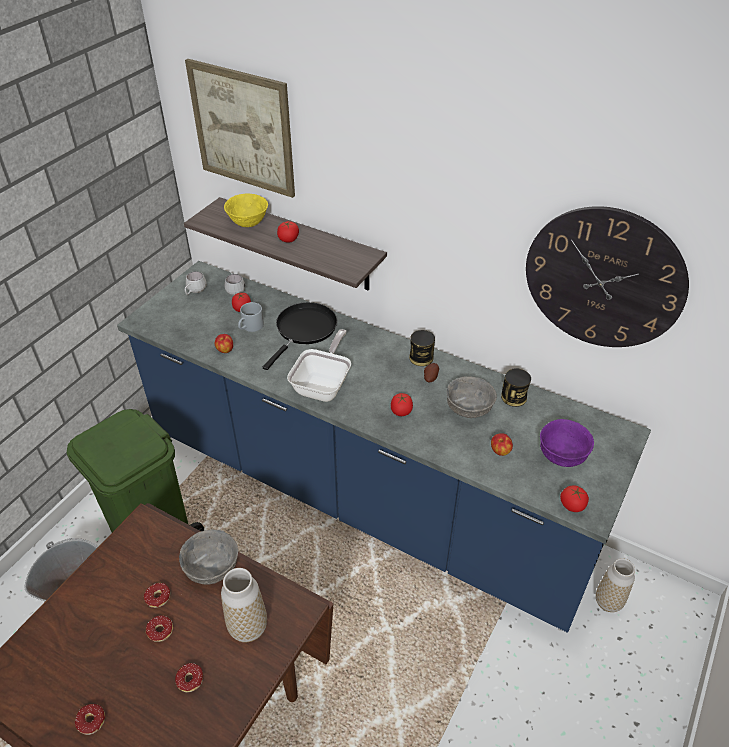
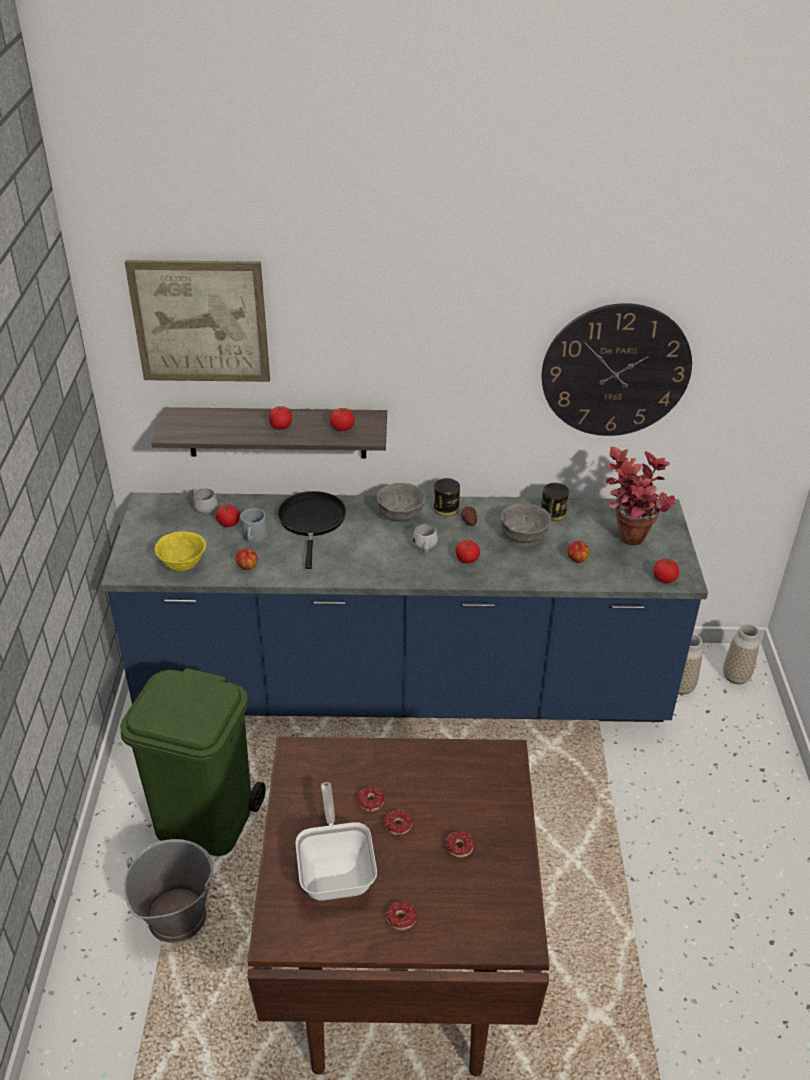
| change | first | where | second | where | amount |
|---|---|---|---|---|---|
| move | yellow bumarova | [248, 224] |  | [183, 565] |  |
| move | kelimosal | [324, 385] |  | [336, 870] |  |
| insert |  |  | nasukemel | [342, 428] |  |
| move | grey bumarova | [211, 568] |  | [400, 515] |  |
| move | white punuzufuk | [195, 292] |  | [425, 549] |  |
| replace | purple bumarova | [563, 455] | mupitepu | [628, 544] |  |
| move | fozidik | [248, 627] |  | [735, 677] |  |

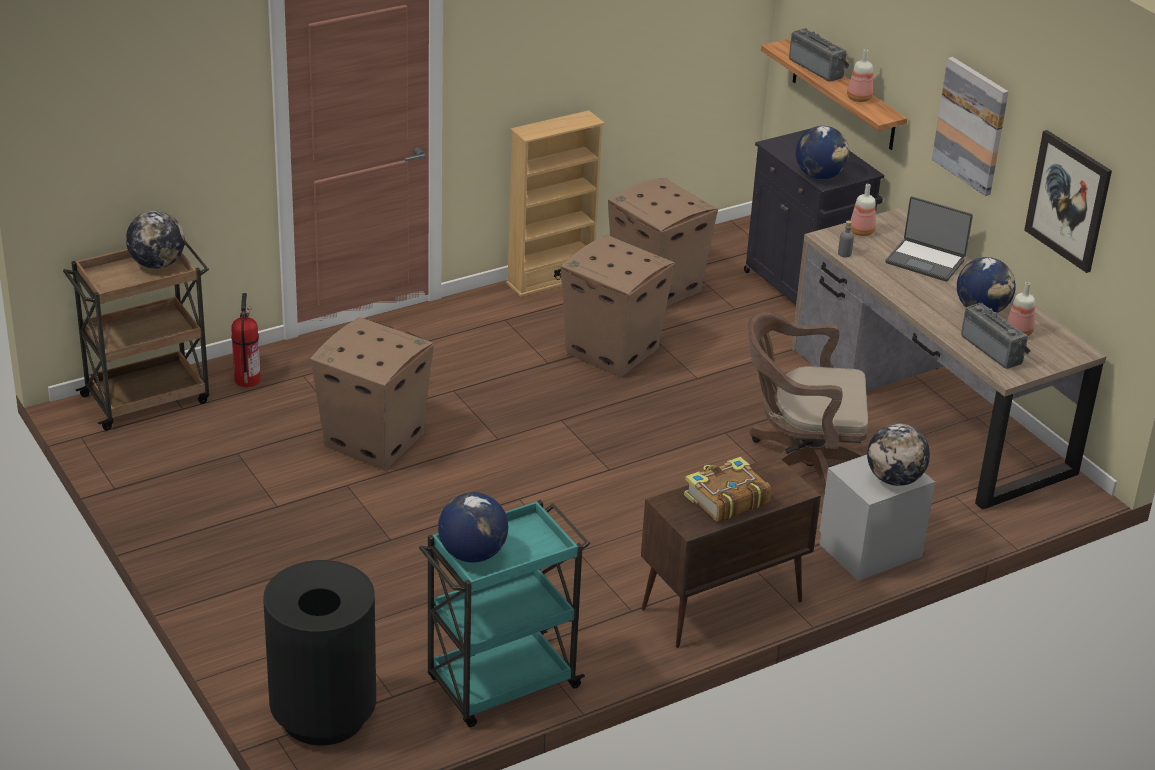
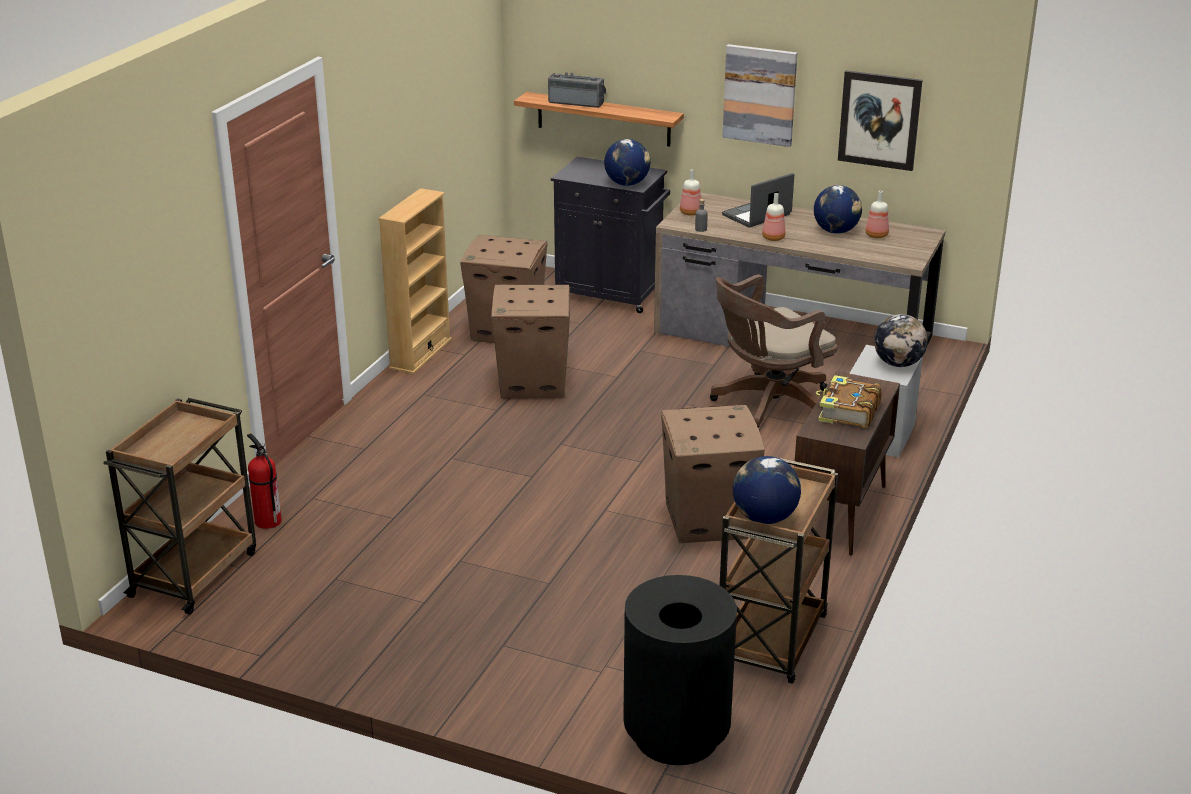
| change | first | where | second | where | amount |
|---|---|---|---|---|---|
| move | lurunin | [373, 439] |  | [706, 521] |  |
| recolor | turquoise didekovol | [500, 684] | brown didekovol | [771, 642] |  |
| rotate | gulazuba | [925, 261] |  | [757, 215] | 150 degrees clockwise |
| move | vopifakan | [858, 98] |  | [773, 238] |  |
| delete | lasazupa | [157, 264] |  |  |  |
| delete | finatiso | [994, 349] |  |  |  |

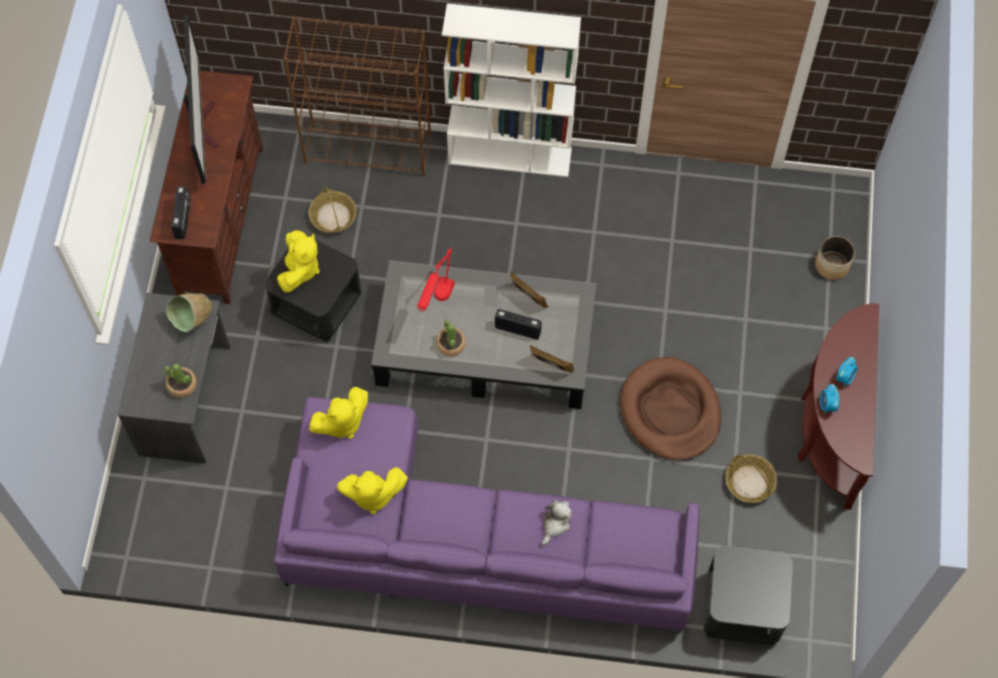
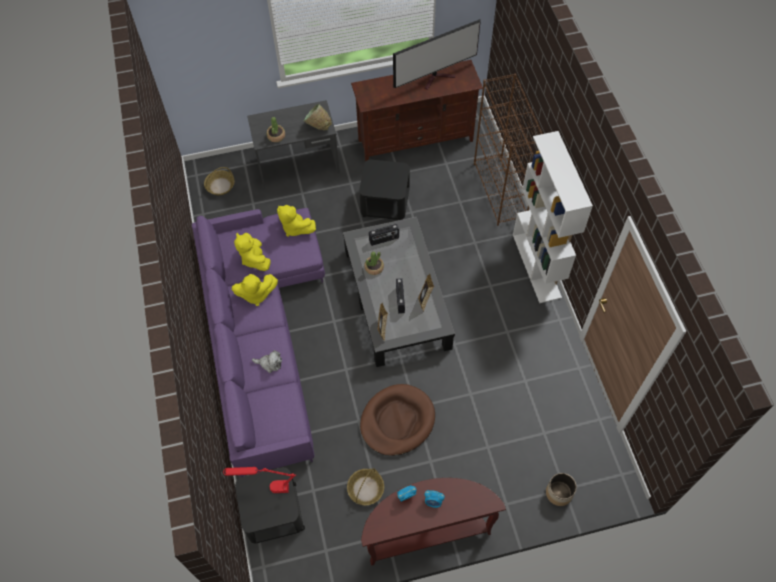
| change | first | where | second | where | amount |
|---|---|---|---|---|---|
| move | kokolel | [333, 216] |  | [220, 186] |  |
| move | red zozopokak | [438, 304] |  | [266, 487] |  |
| move | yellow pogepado | [300, 270] |  | [256, 295] |  |
| move | finatiso | [183, 219] |  | [384, 240] |  |

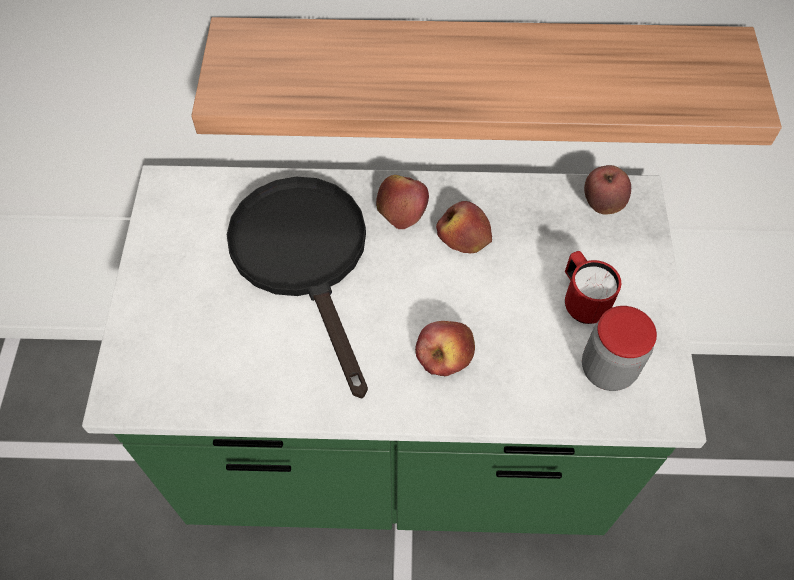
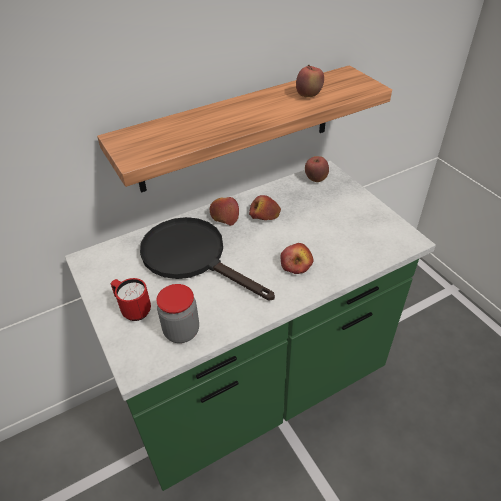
| change | first | where | second | where | amount |
|---|---|---|---|---|---|
| move | red punuzufuk | [581, 301] |  | [133, 309] |  |
| move | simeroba | [607, 369] |  | [181, 331] |  |
| insert |  |  | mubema | [308, 96] |  |

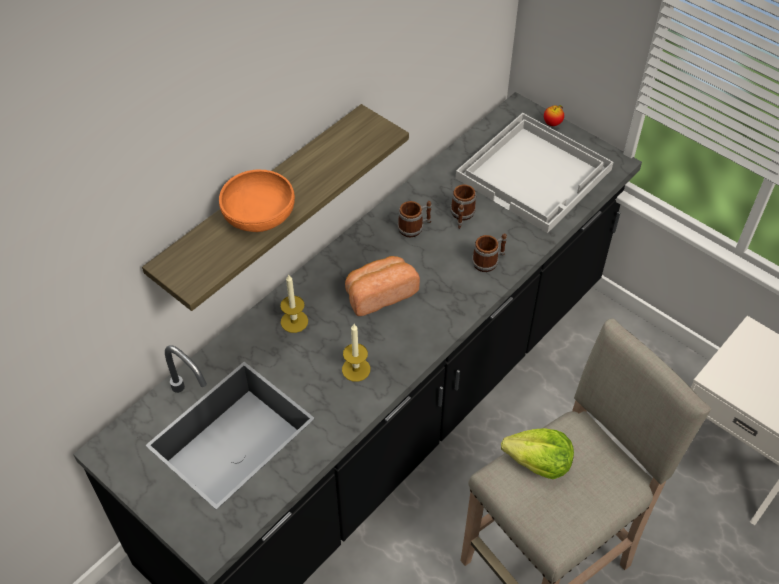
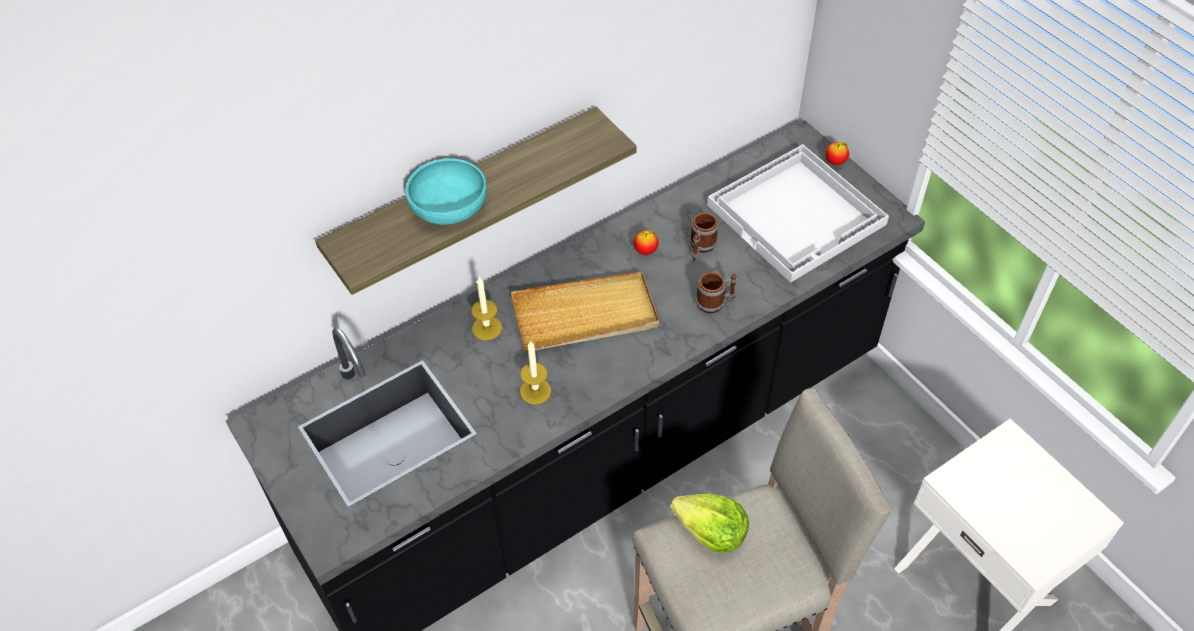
| change | first | where | second | where | amount |
|---|---|---|---|---|---|
| recolor | orange bumarova | [259, 216] | turquoise bumarova | [449, 208] |  |
| replace | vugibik | [379, 293] | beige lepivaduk | [585, 315] |  |
| replace | punuzufuk | [415, 227] | mubema | [645, 251] |  |

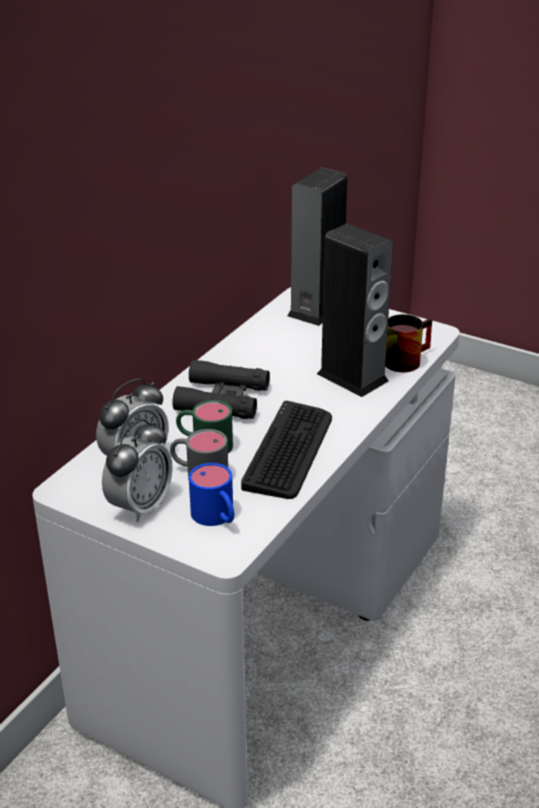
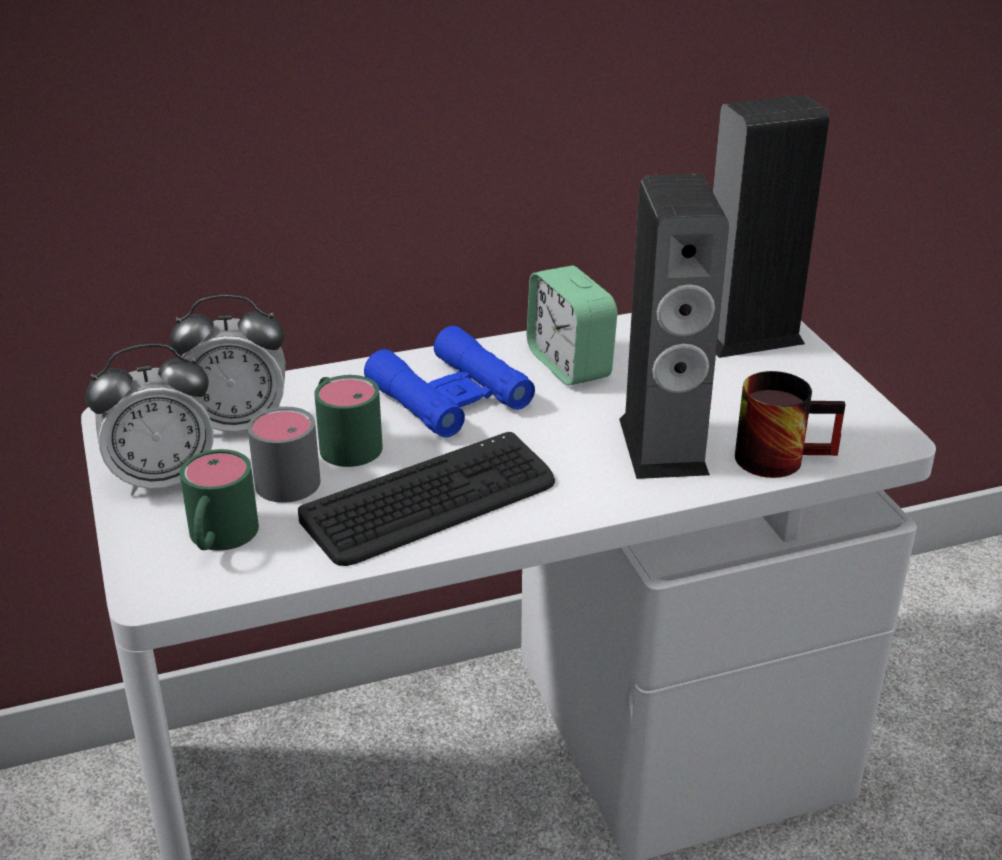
| change | first | where | second | where | amount |
|---|---|---|---|---|---|
| recolor | blue punuzufuk | [217, 518] | green punuzufuk | [218, 539] |  |
| recolor | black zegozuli | [222, 399] | blue zegozuli | [450, 396] |  |
| insert |  |  | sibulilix | [569, 364] |  |

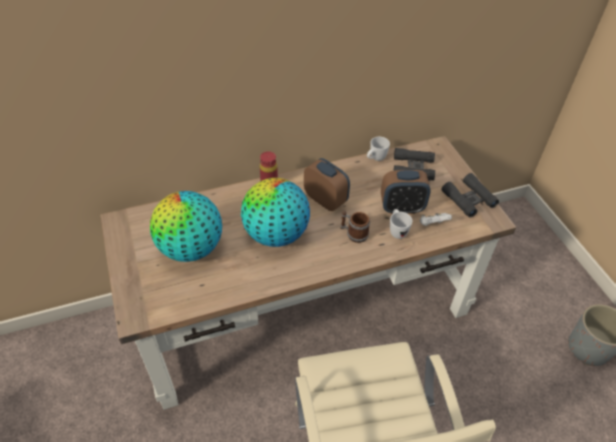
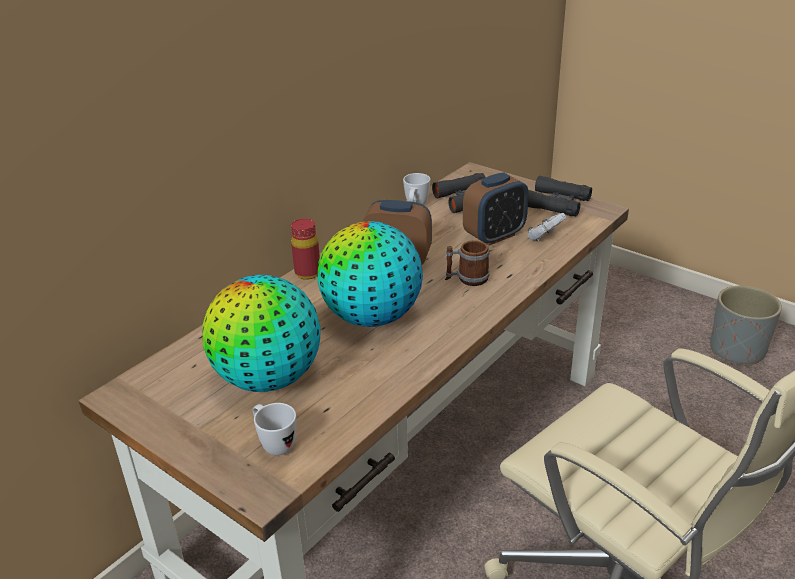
| change | first | where | second | where | amount |
|---|---|---|---|---|---|
| move | white punuzufuk | [397, 231] |  | [274, 443] |  |

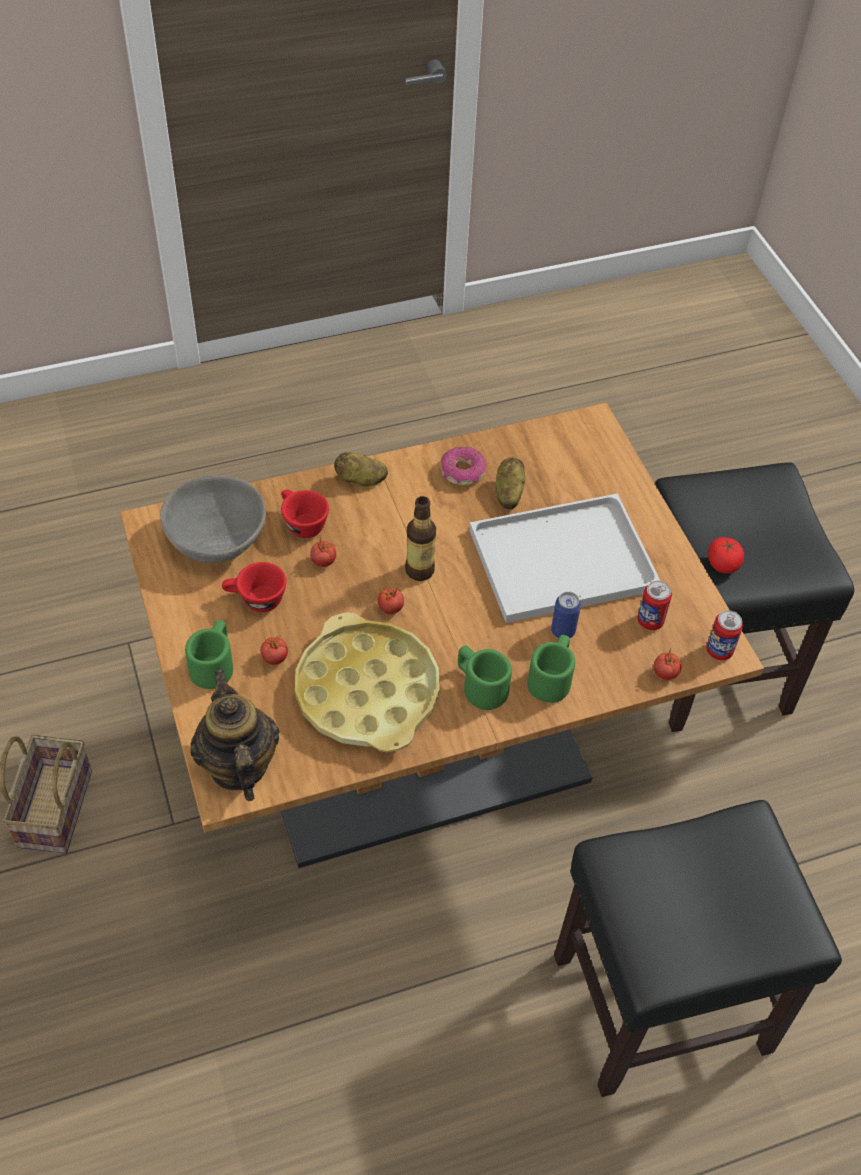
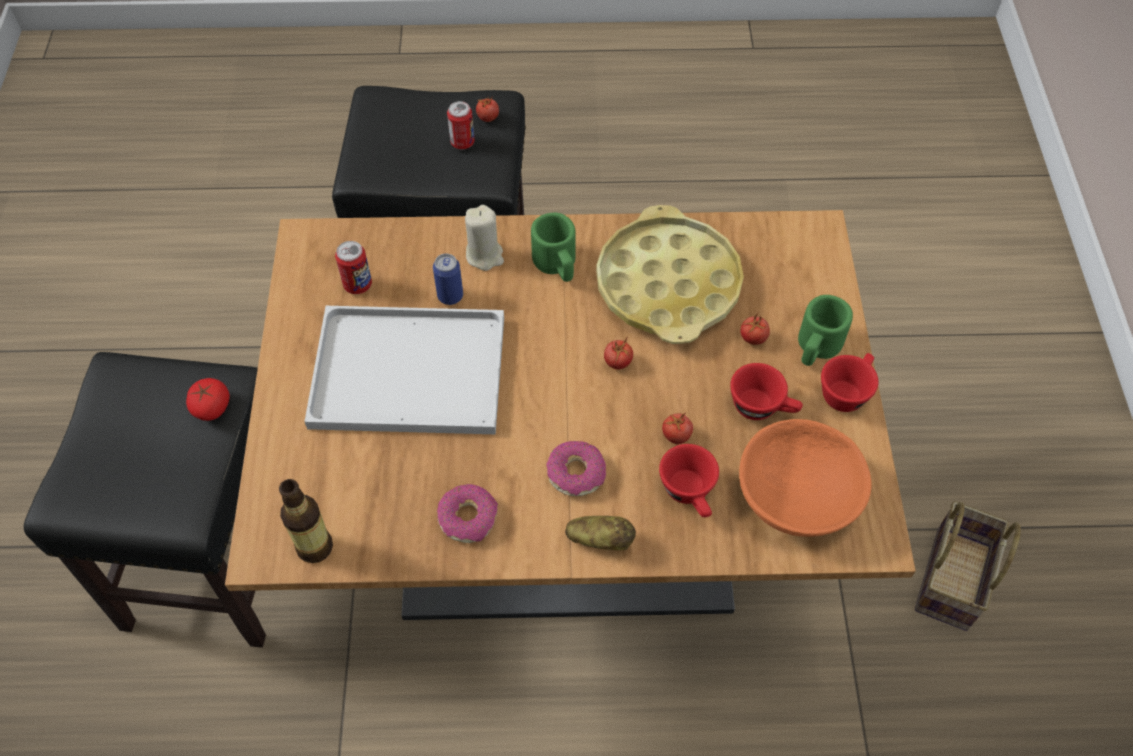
| change | first | where | second | where | amount |
|---|---|---|---|---|---|
| move | vopifakan | [420, 570] |  | [314, 547] |  |
| move | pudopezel | [719, 651] |  | [462, 142] |  |
| replace | green punuzufuk | [552, 677] | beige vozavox | [485, 255] |  |
| move | nasukemel | [665, 673] |  | [488, 117] |  |
| insert |  |  | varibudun | [576, 473] |  |
| recolor | grey bumarova | [216, 540] | orange bumarova | [797, 495] |  |
| insert |  |  | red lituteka | [846, 391] |  |
| delete | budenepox | [238, 766] |  |  |  |
| delete | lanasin | [508, 493] |  |  |  |

